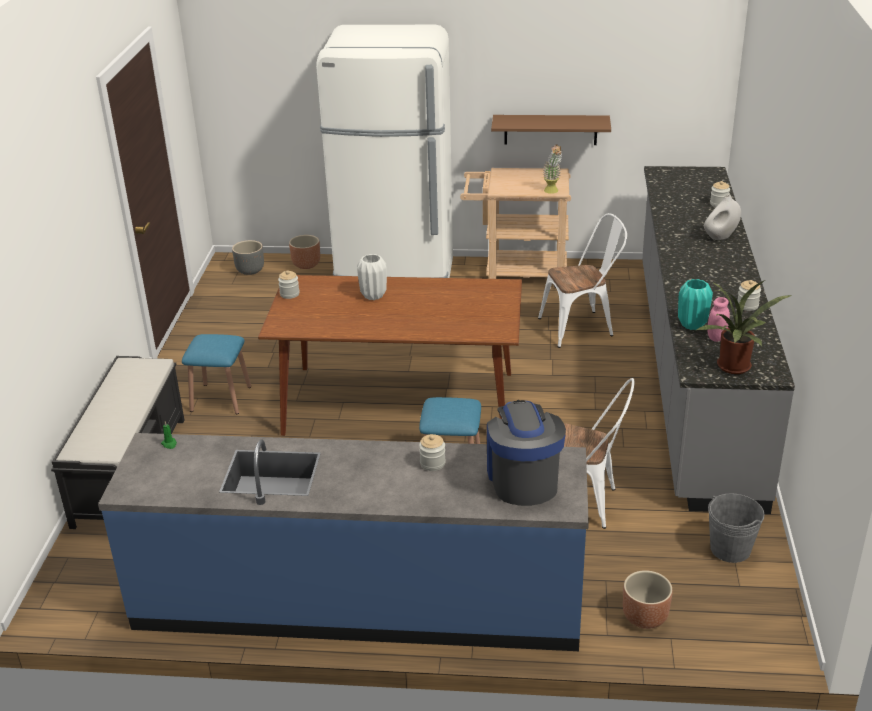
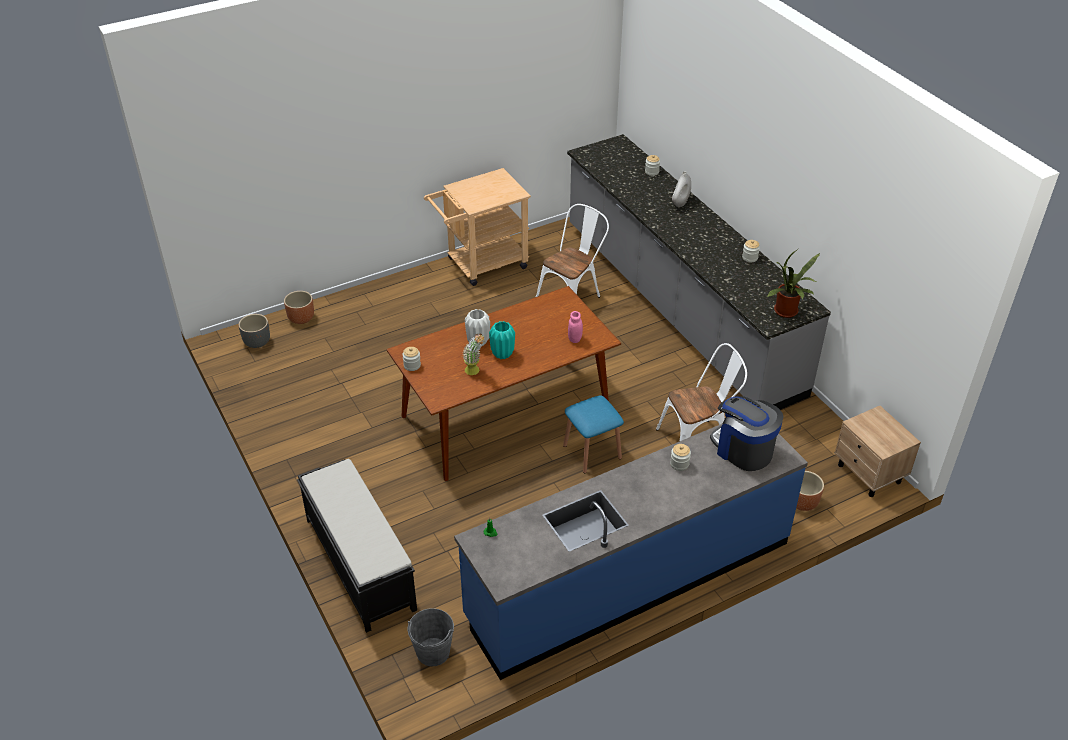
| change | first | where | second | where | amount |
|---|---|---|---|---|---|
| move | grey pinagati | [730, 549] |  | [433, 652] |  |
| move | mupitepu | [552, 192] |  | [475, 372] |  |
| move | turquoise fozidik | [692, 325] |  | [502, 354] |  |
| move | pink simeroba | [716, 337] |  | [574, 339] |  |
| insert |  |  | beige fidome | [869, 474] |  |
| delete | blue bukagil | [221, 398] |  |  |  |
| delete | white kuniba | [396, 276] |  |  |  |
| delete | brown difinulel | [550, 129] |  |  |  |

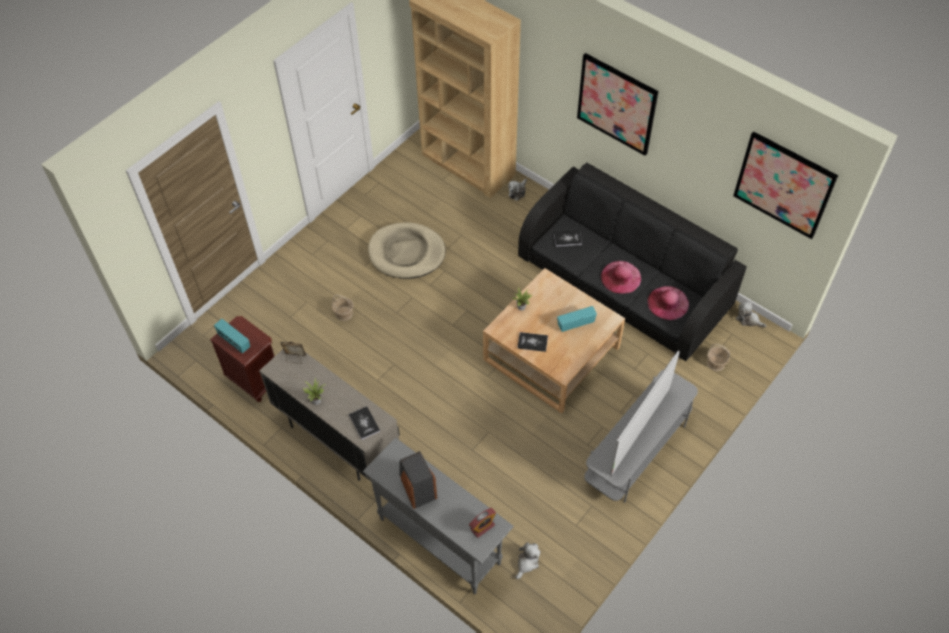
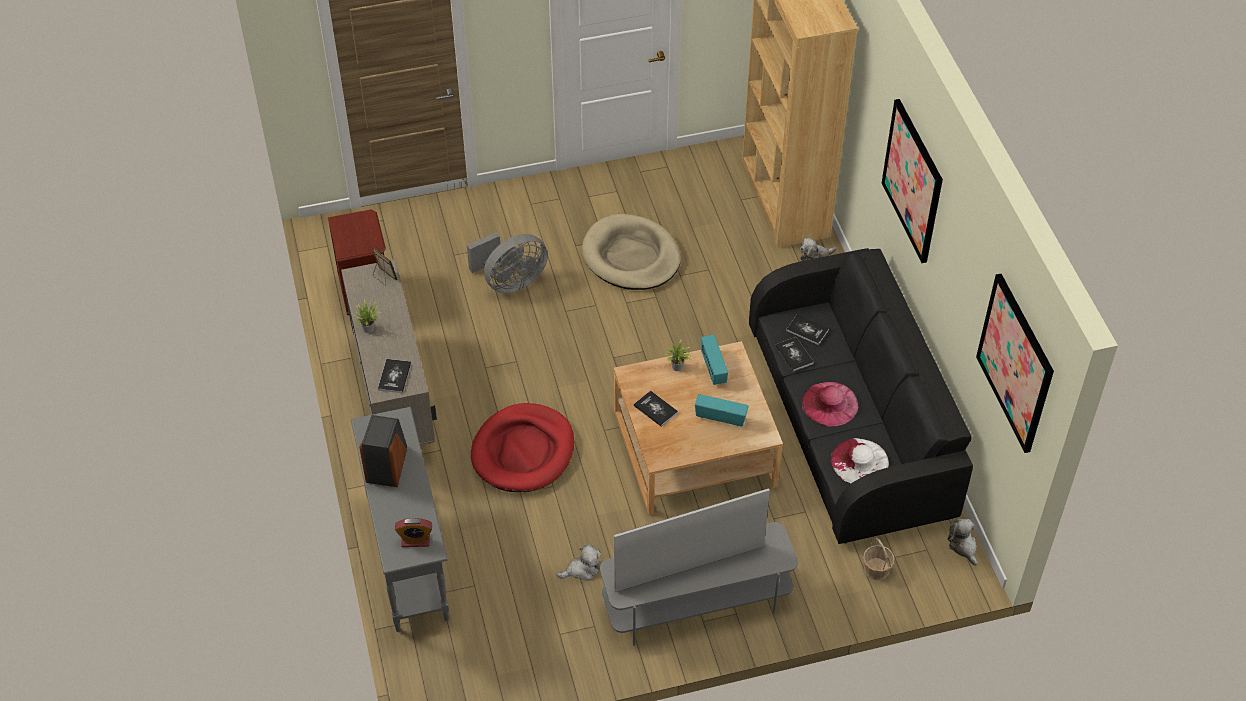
| change | first | where | second | where | amount |
|---|---|---|---|---|---|
| replace | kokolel | [344, 313] | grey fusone | [510, 282] |  |
| insert |  |  | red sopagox | [523, 451] |  |
| move | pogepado | [527, 563] |  | [582, 569] |  |
| move | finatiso | [234, 342] |  | [713, 368] |  |
| insert |  |  | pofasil | [794, 355] |  |
| recolor | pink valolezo | [668, 303] | white valolezo | [859, 461] |  |

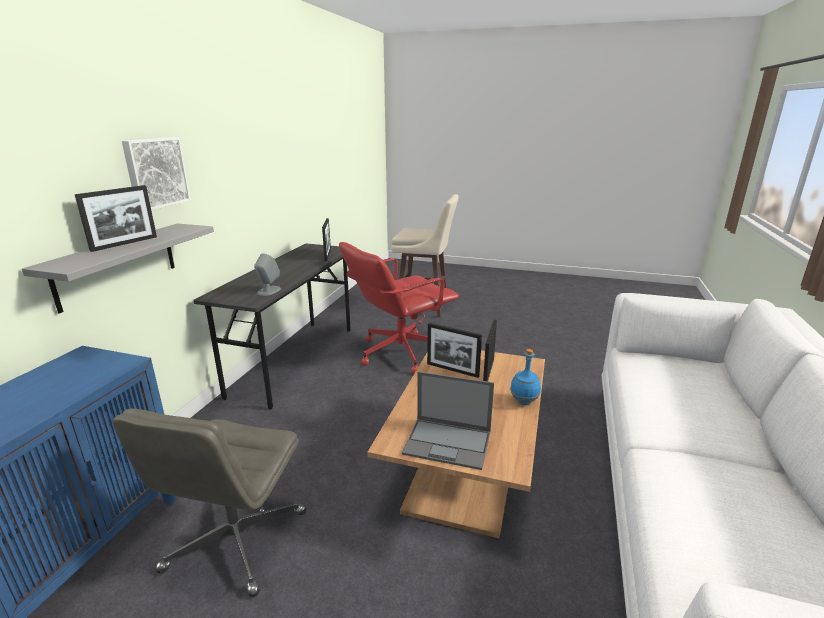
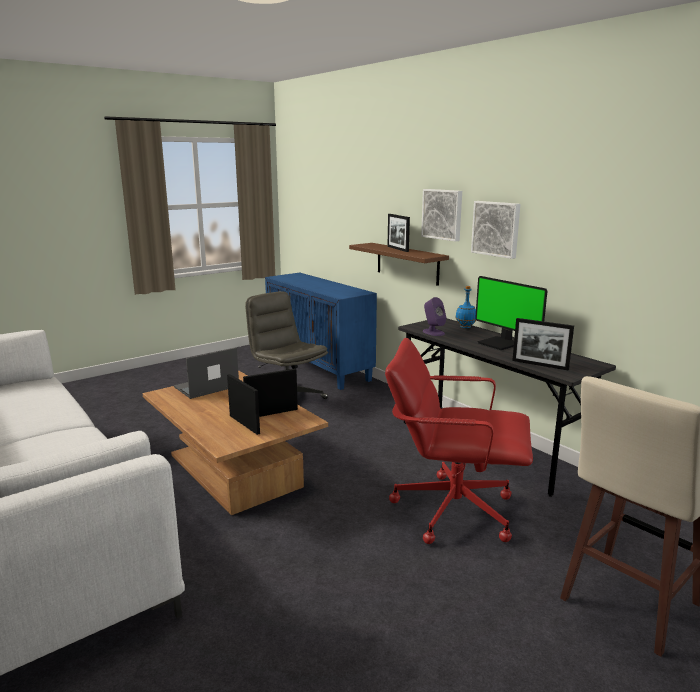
| change | first | where | second | where | amount |
|---|---|---|---|---|---|
| recolor | grey difinulel | [117, 265] | brown difinulel | [407, 263] |  |
| rotate | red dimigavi | [400, 352] |  | [452, 509] | 75 degrees counterclockwise |
| recolor | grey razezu | [269, 291] | purple razezu | [433, 332] |  |
| move | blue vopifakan | [523, 402] |  | [465, 327] |  |
| insert |  |  | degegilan | [496, 228] |  |
| insert |  |  | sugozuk | [500, 343] |  |

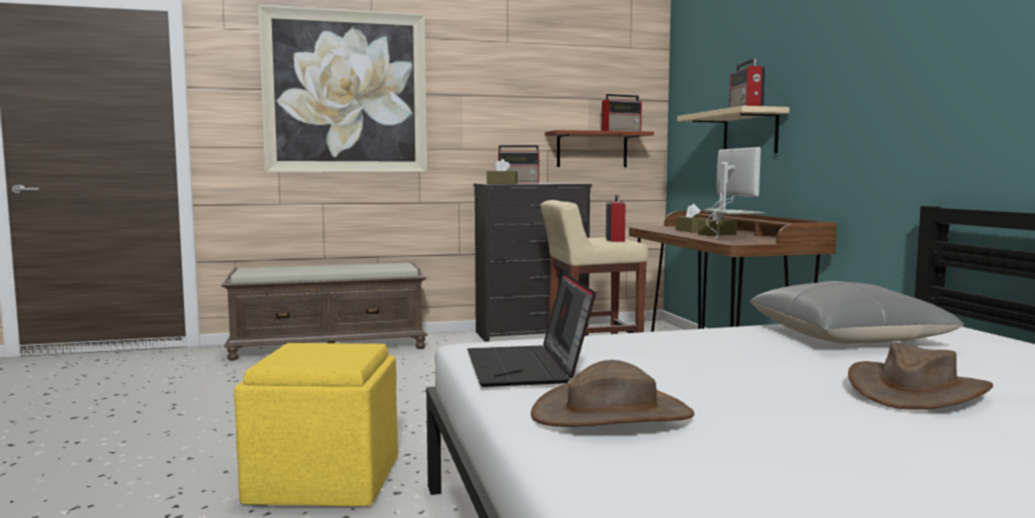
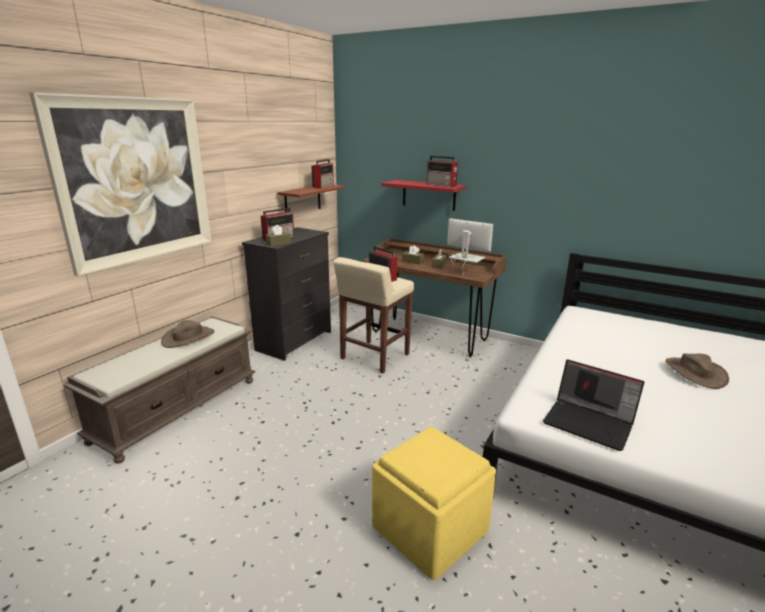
| change | first | where | second | where | amount |
|---|---|---|---|---|---|
| move | brown valolezo | [612, 414] |  | [188, 337] |  |
| recolor | beige difinulel | [750, 133] | red difinulel | [428, 195] |  |
| delete | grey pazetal | [846, 337] |  |  |  |

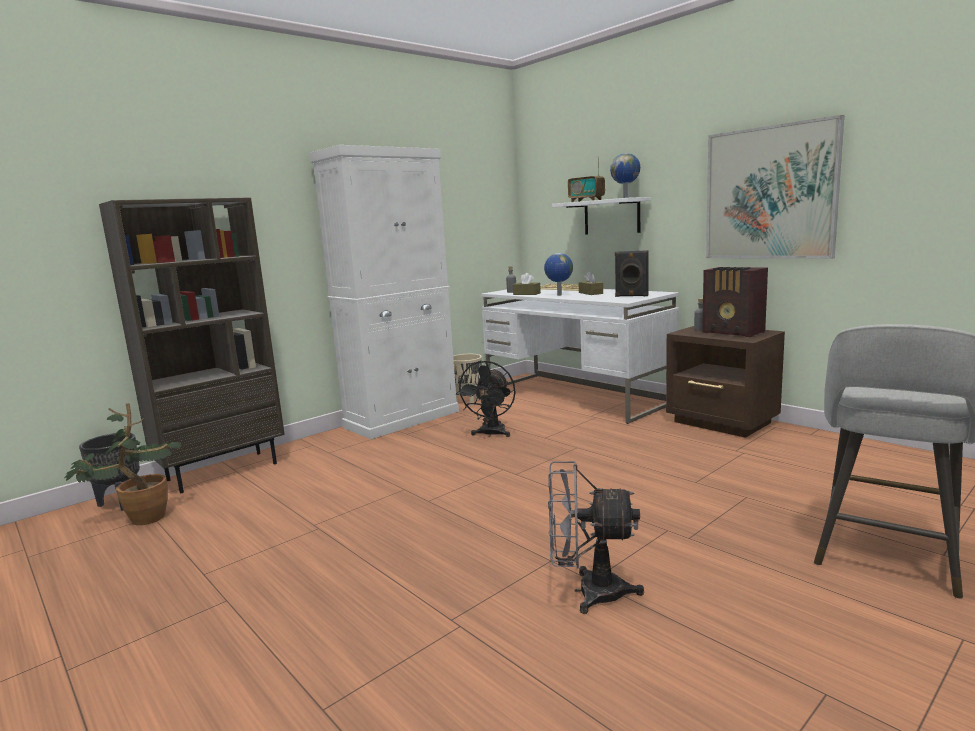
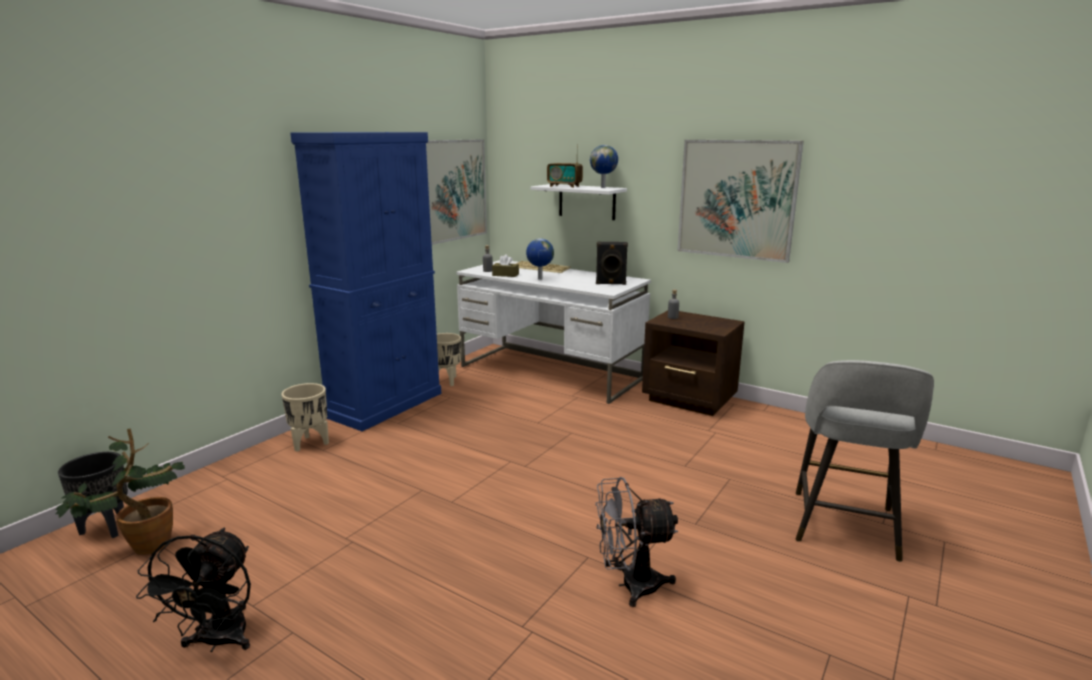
| change | first | where | second | where | amount |
|---|---|---|---|---|---|
| move | black fusone | [491, 434] |  | [218, 642] |  |
| insert |  |  | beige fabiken | [310, 443] |  |
| recolor | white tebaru | [402, 419] | blue tebaru | [386, 405] |  |
| insert |  |  | degegilan | [451, 190] |  |
| delete | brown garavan | [223, 471] |  |  |  |
| delete | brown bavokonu | [590, 293] |  |  |  |
| delete | finatiso | [734, 332] |  |  |  |

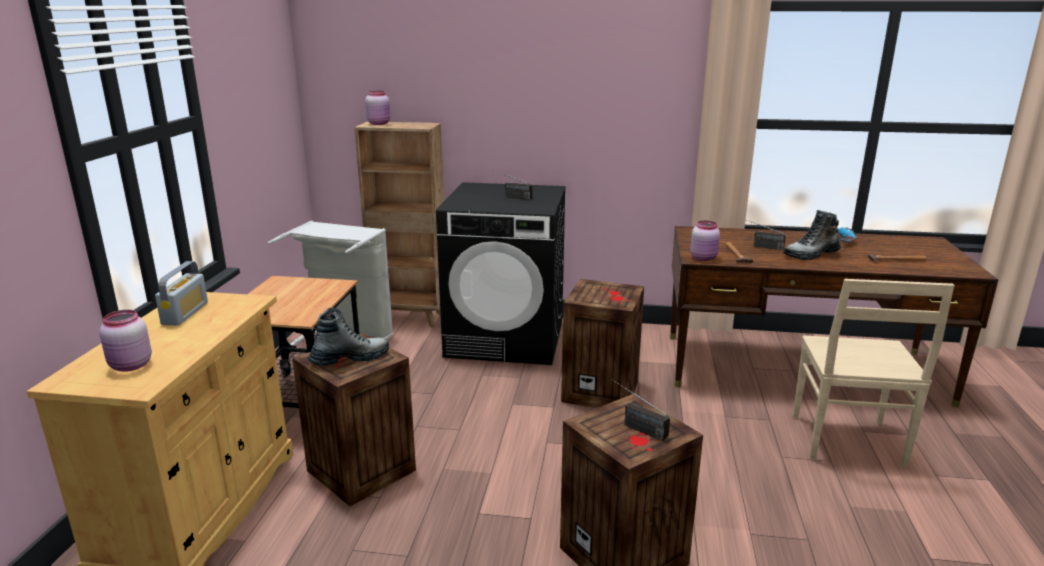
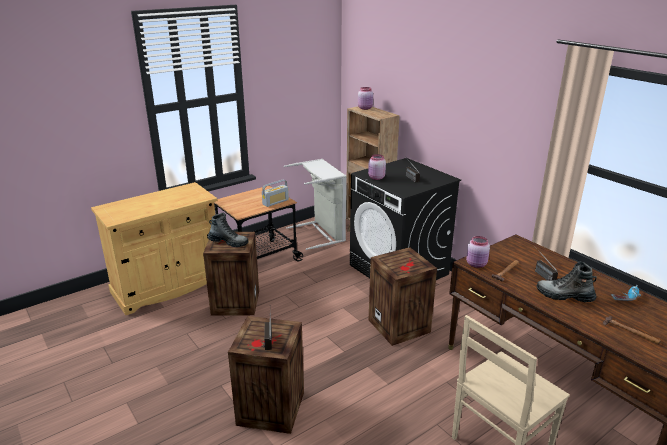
| change | first | where | second | where | amount |
|---|---|---|---|---|---|
| move | finatiso | [185, 313] |  | [275, 202] |  |
| move | pink simeroba | [130, 366] |  | [376, 178] |  |

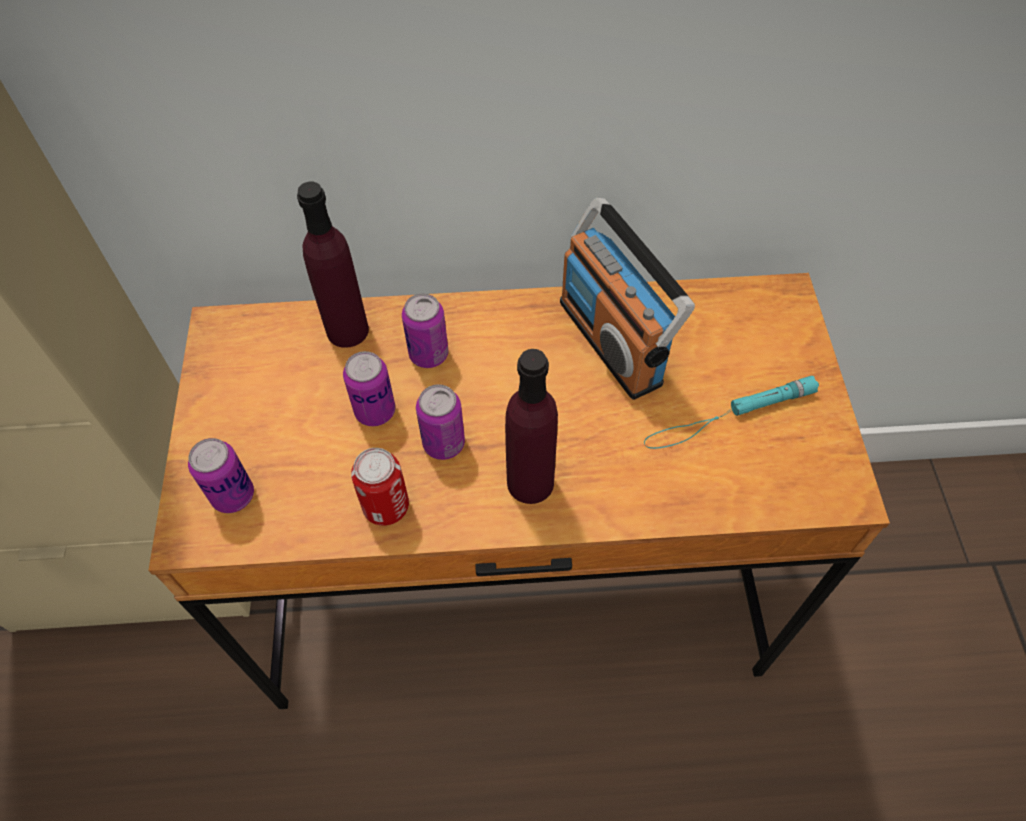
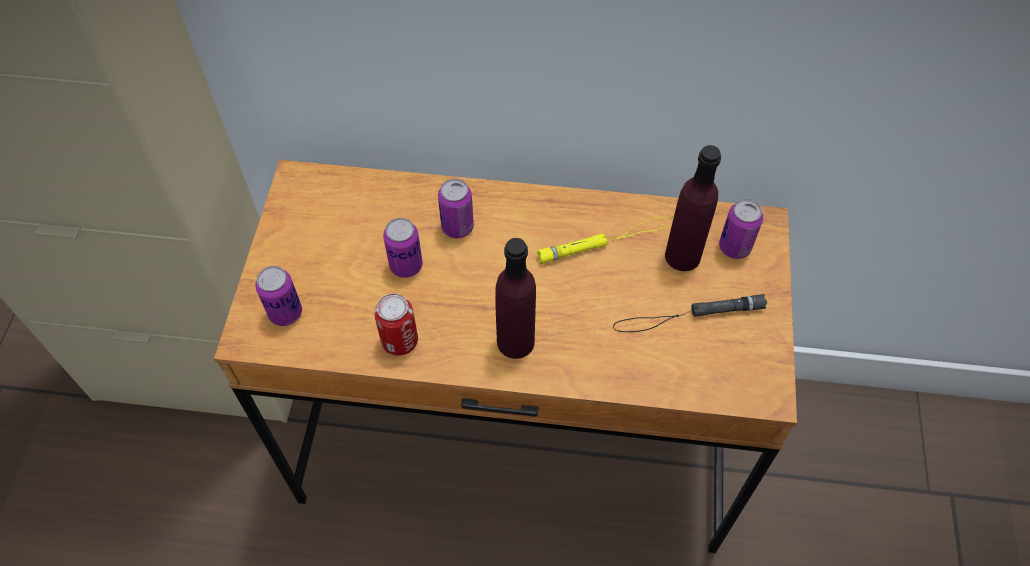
| change | first | where | second | where | amount |
|---|---|---|---|---|---|
| replace | finatiso | [612, 341] | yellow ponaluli | [607, 240] |  |
| recolor | turquoise ponaluli | [729, 416] | black ponaluli | [688, 316] |  |
| move | purple vopifakan | [347, 330] |  | [682, 256] |  |
| move | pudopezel | [443, 443] |  | [734, 247] |  |

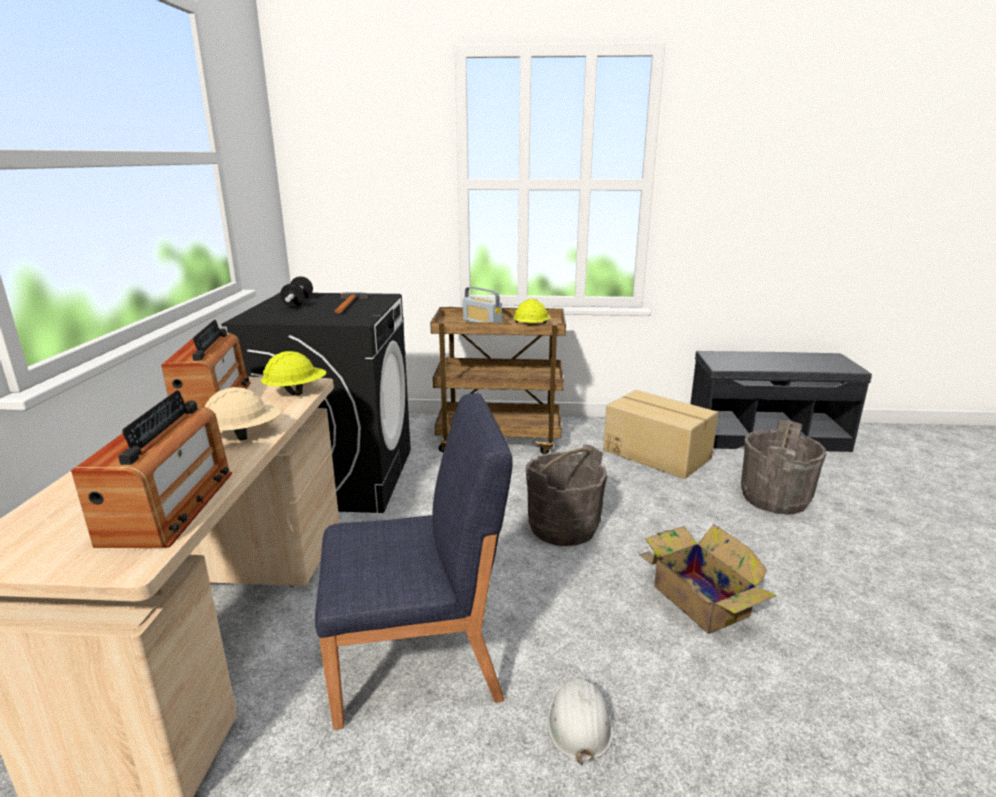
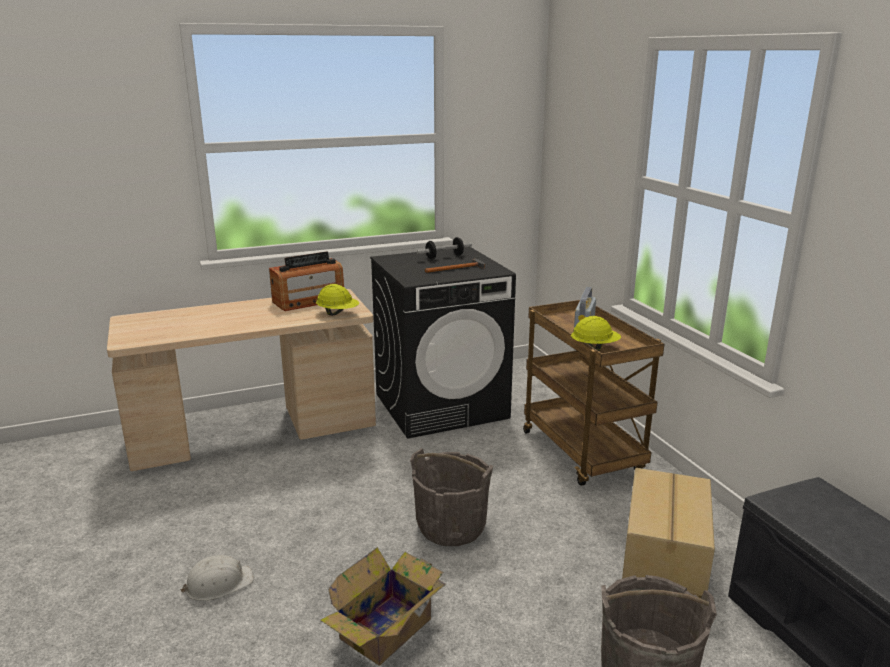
| change | first | where | second | where | amount |
|---|---|---|---|---|---|
| delete | finatiso | [169, 506] |  |  |  |
| delete | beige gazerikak | [244, 435] |  |  |  |
| delete | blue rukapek | [418, 660] |  |  |  |

